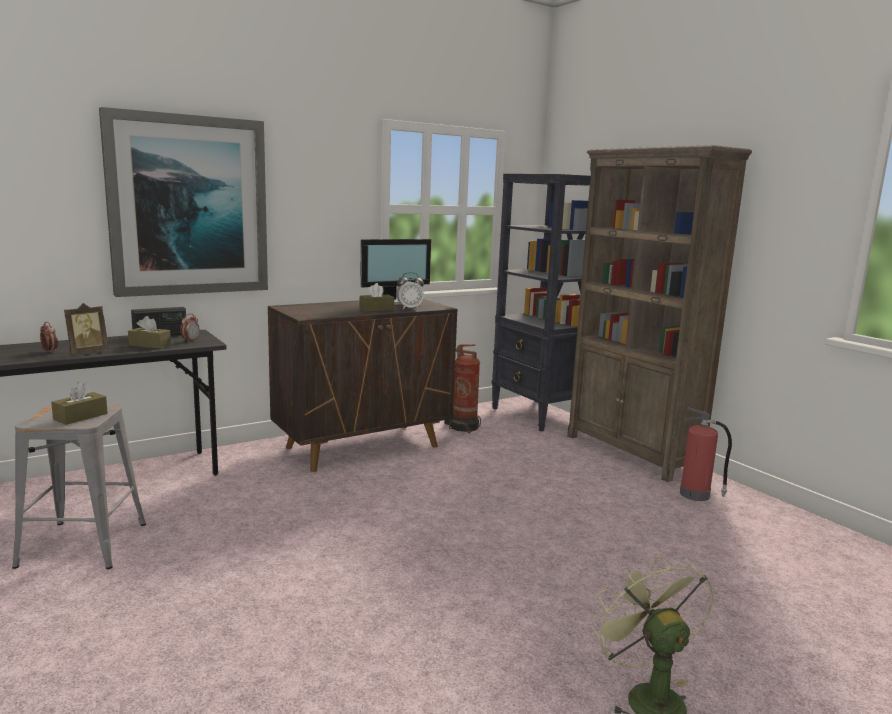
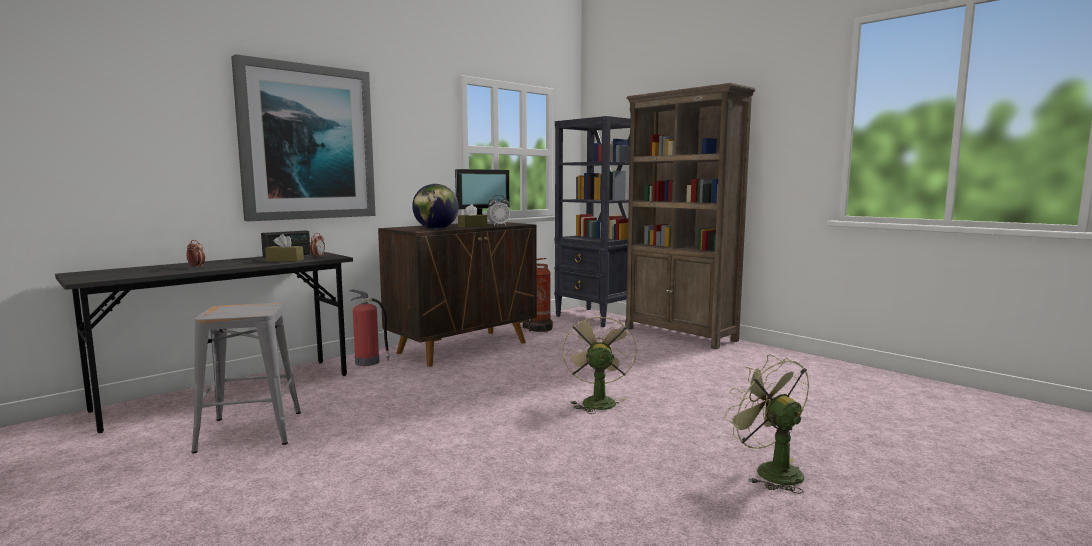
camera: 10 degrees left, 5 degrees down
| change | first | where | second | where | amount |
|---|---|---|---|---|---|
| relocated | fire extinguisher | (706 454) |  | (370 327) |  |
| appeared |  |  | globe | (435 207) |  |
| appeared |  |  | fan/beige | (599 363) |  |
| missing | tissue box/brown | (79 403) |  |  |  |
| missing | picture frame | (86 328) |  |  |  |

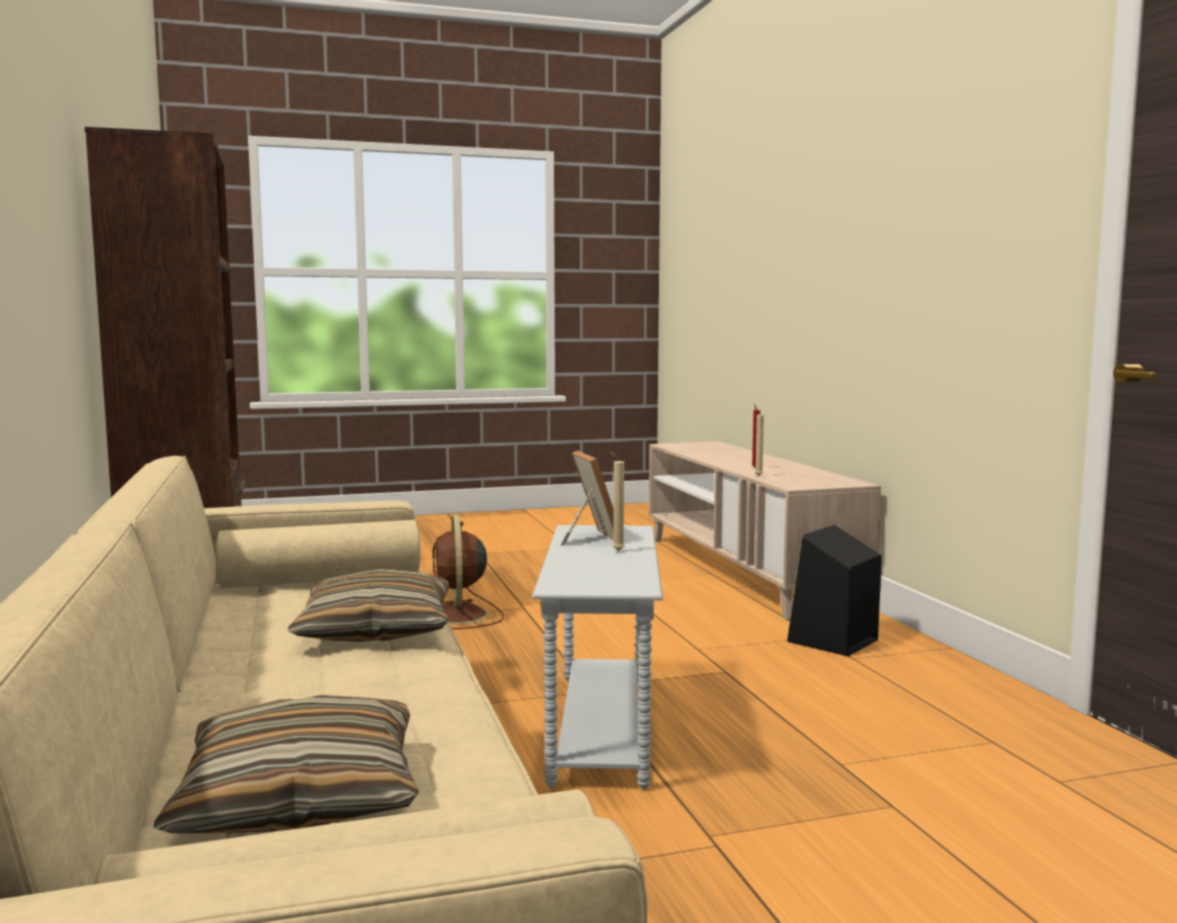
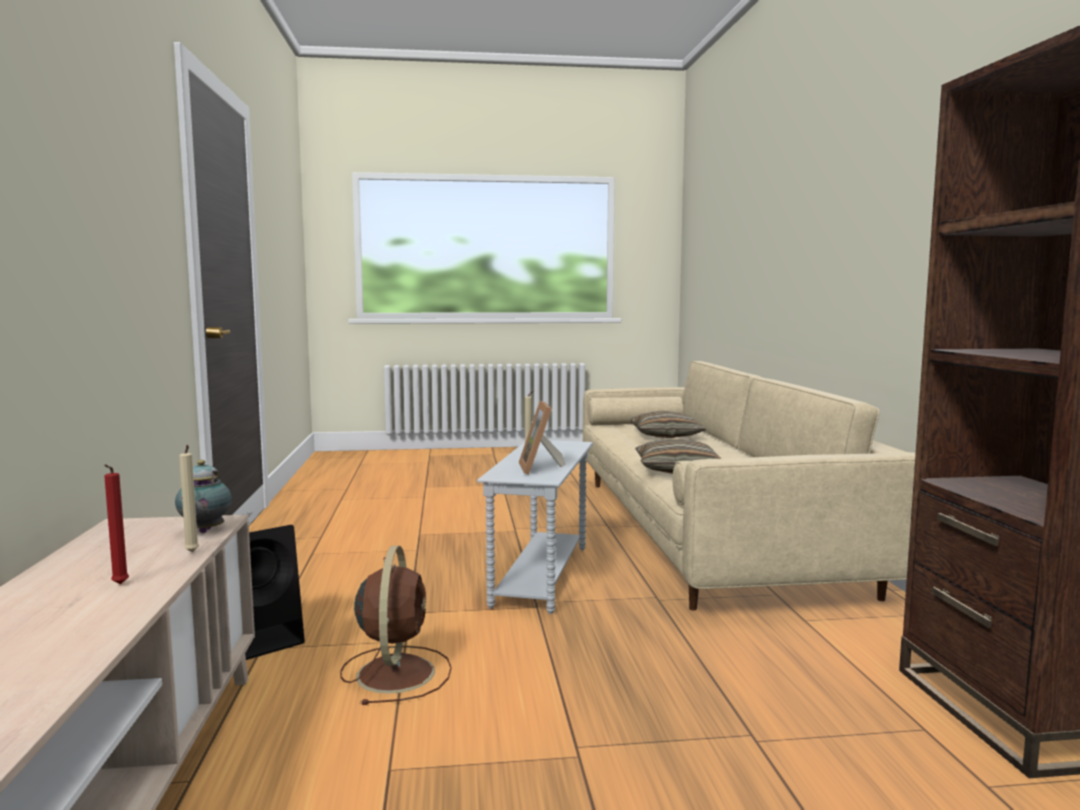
camera: 170 degrees left, 0 degrees up
| change | first | where | second | where | amount |
|---|---|---|---|---|---|
| appeared |  |  | teapot | (203 496) |  |
| relocated | fan/brown | (468 571) |  | (396 625) |  |

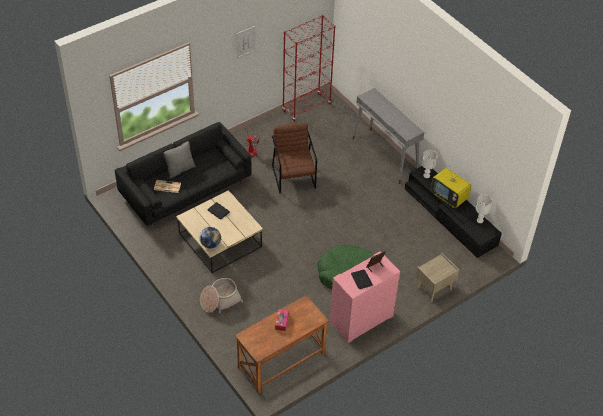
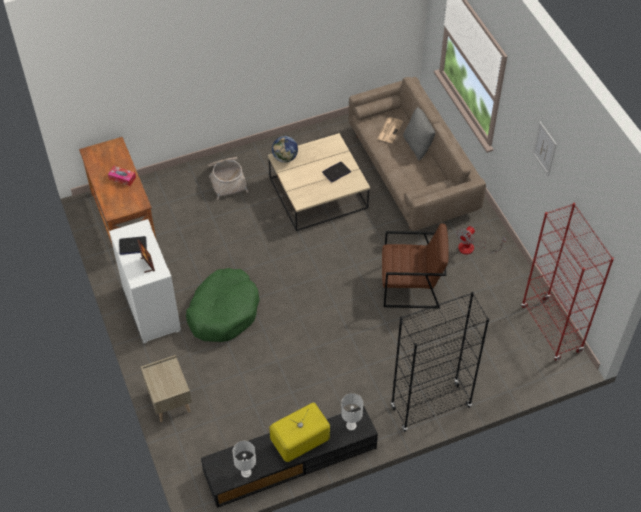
camera: 105 degrees right, 5 degrees up
| change | first | where | second | where | amount |
|---|---|---|---|---|---|
| colour | cabinet/pink | (365 297) | cabinet/white | (145 281) |  |
| colour | sofa/black | (183 174) | sofa/beige | (417 154) |  |
| exchanged | console table/grey | (388 136) | bookcase/black | (440 362) |  |

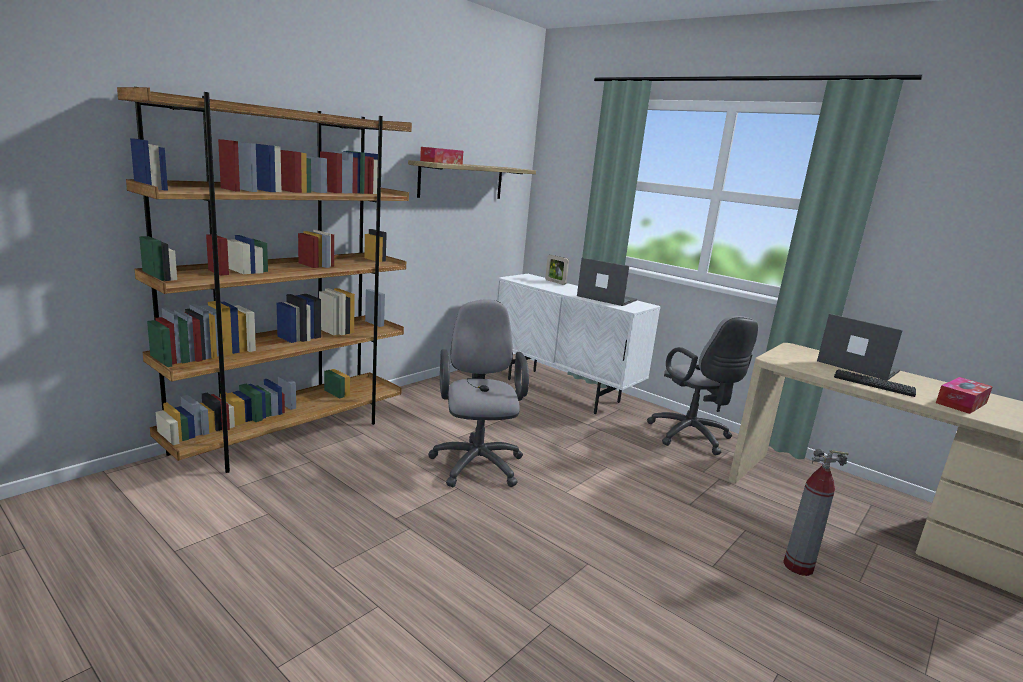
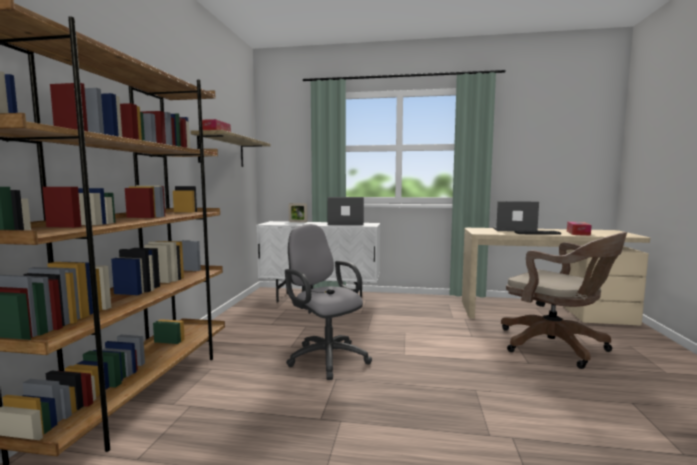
camera: 30 degrees left, 10 degrees down
| change | first | where | second | where | amount |
|---|---|---|---|---|---|
| exchanged | fire extinguisher | (816 512) | office chair/brown | (564 300) |  |
| missing | office chair/grey | (702 385) |  |  |  |

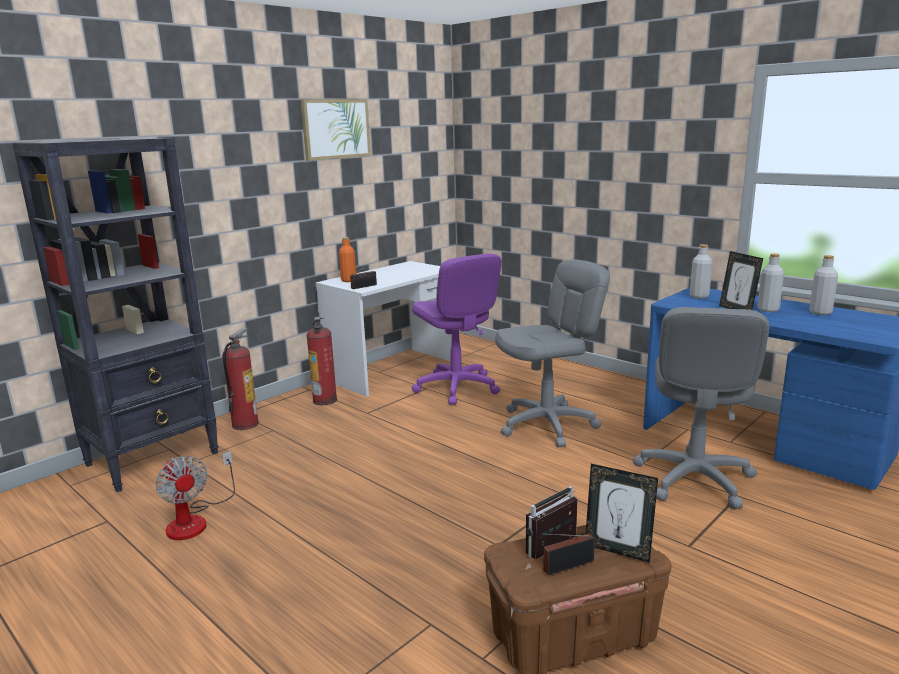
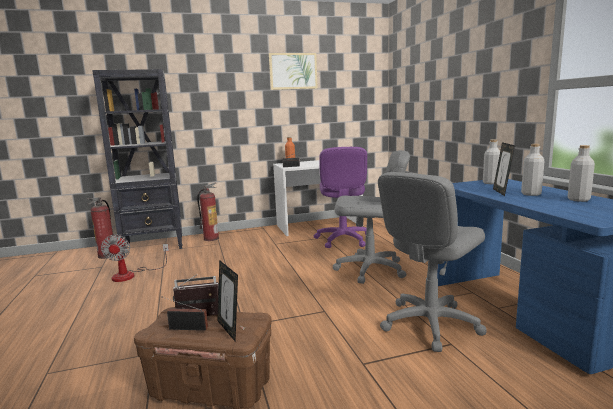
camera: 30 degrees right, 5 degrees down
| change | first | where | second | where | amount |
|---|---|---|---|---|---|
| relocated | fire extinguisher | (322 361) |  | (101 228) |  |

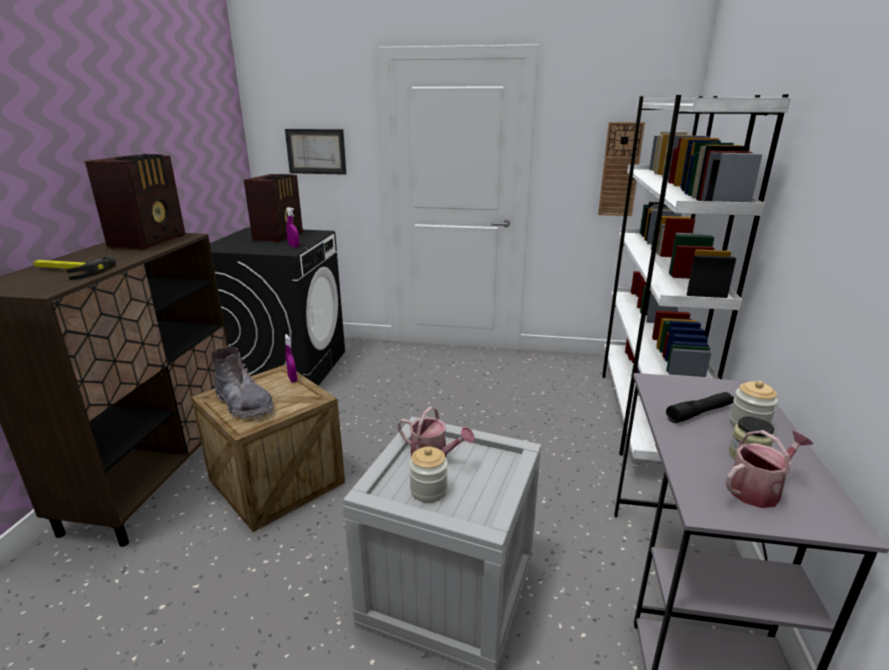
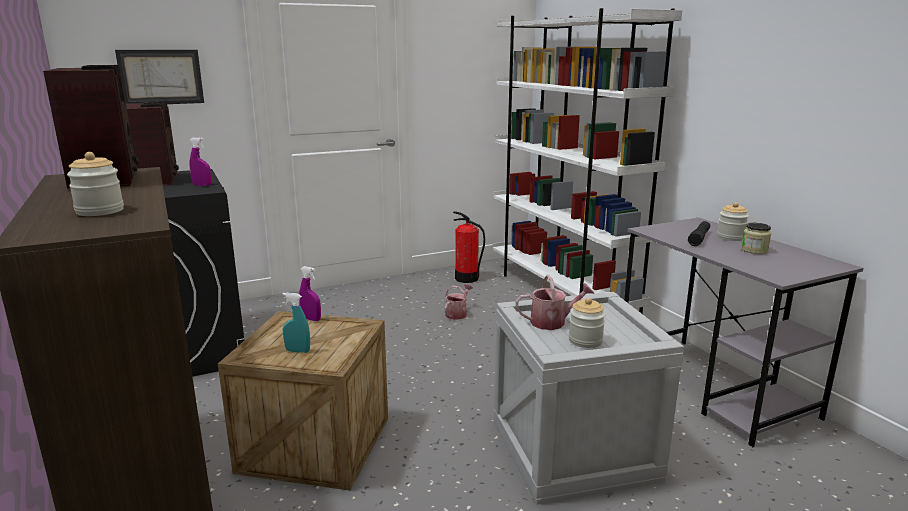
camera: 35 degrees left, 5 degrees down
| change | first | where | second | where | amount |
|---|---|---|---|---|---|
| exchanged | hammer | (74 268) | jar | (95 184) |  |
| exchanged | boot/grey | (242 383) | spray bottle/turquoise | (296 323) |  |
| relocated | watering can | (769 469) |  | (459 302) |  |
| appeared |  |  | fire extinguisher | (469 247) |  |
| missing | wall clock | (621 169) |  |  |  |

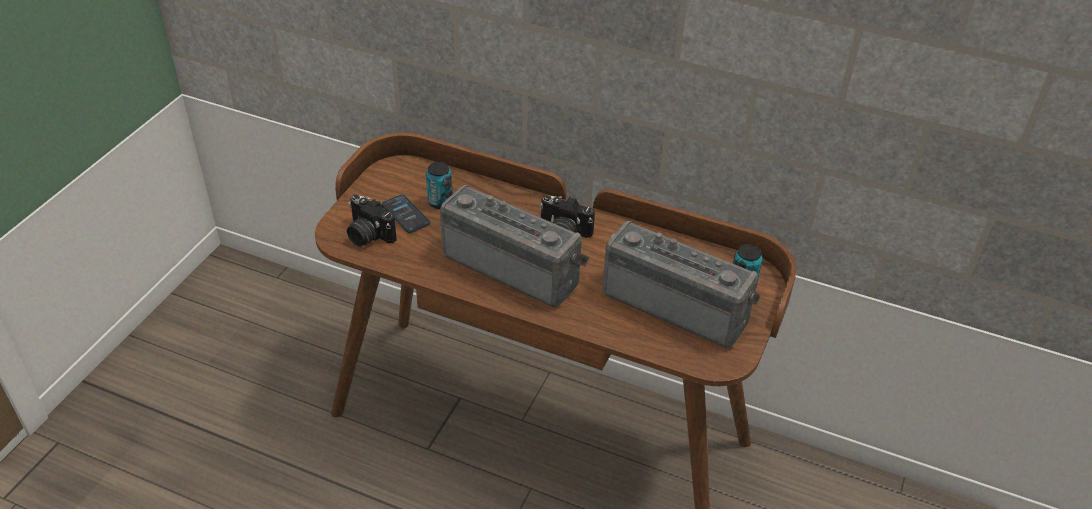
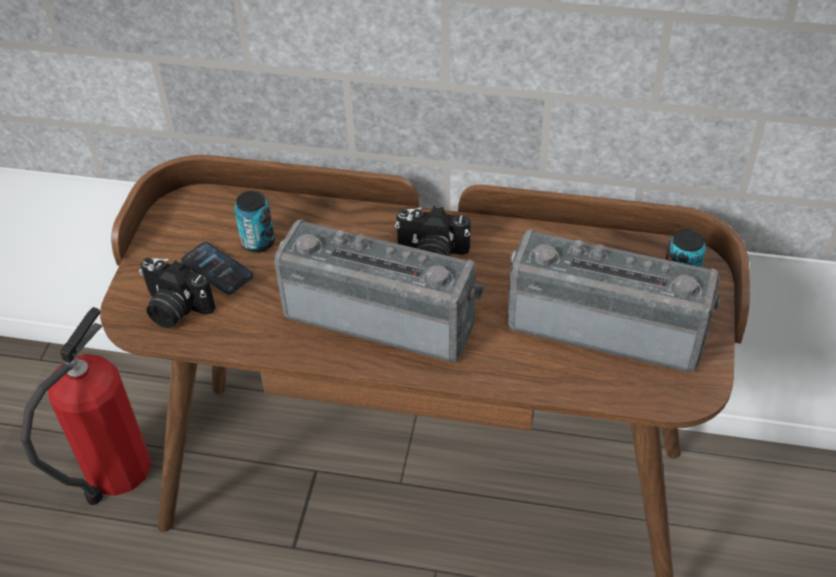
camera: 10 degrees left, 5 degrees up
| change | first | where | second | where | amount |
|---|---|---|---|---|---|
| appeared |  |  | fire extinguisher | (85 406) |  |

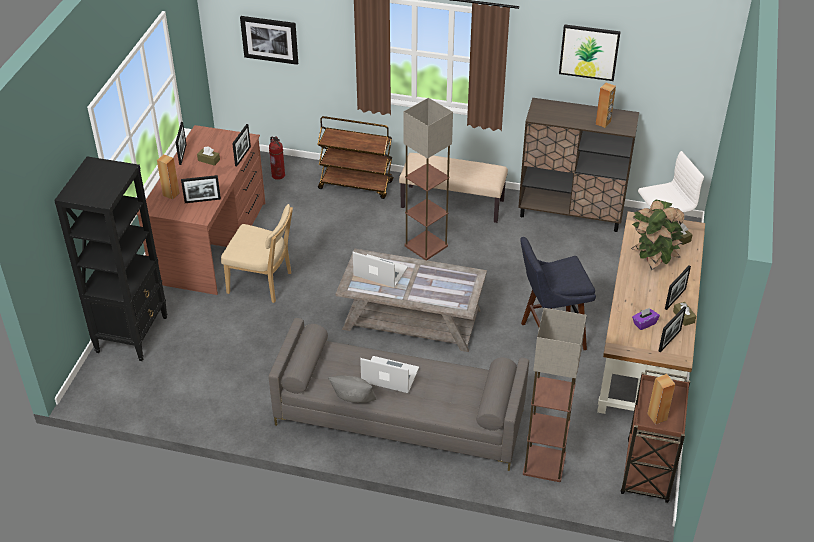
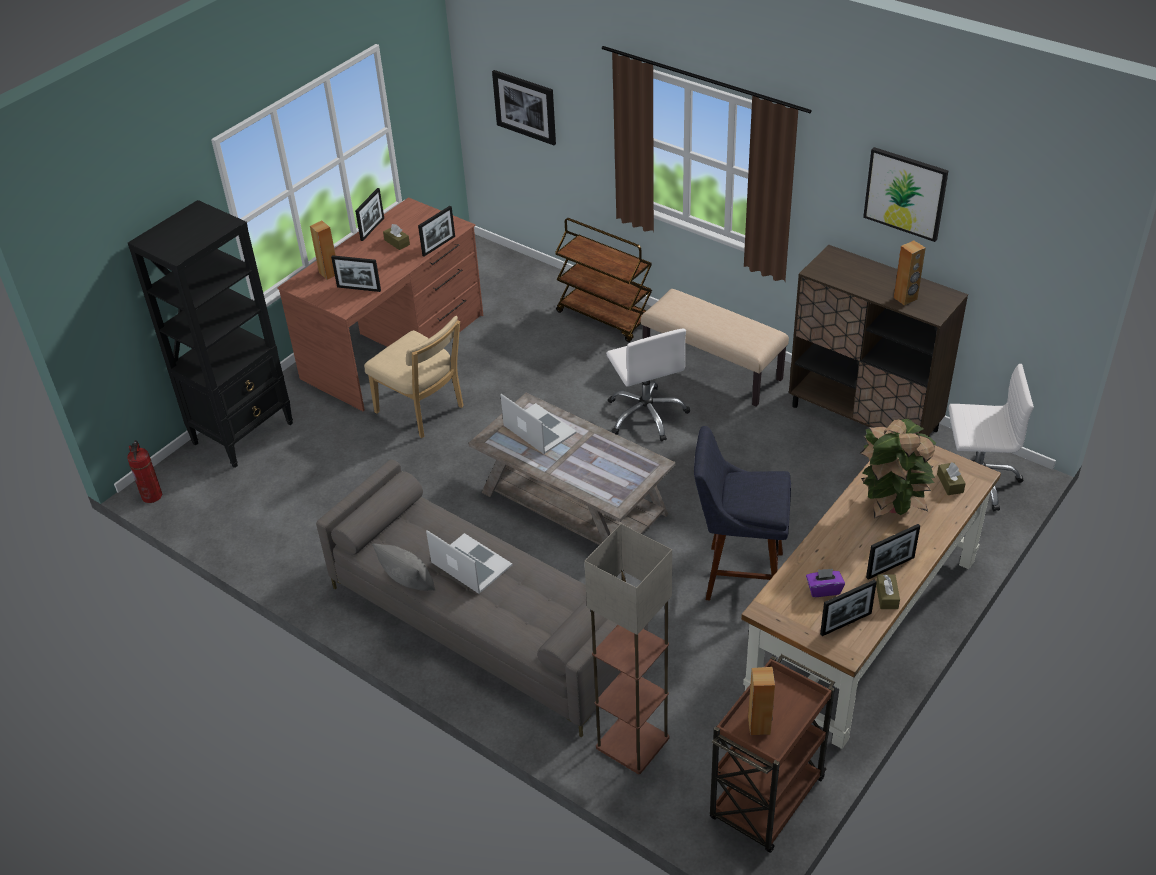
camera: 25 degrees right, 0 degrees up
| change | first | where | second | where | amount |
|---|---|---|---|---|---|
| relocated | fire extinguisher | (277 158) |  | (144 471) |  |
| exchanged | floor lamp | (428 179) | office chair/white | (648 385) |  |

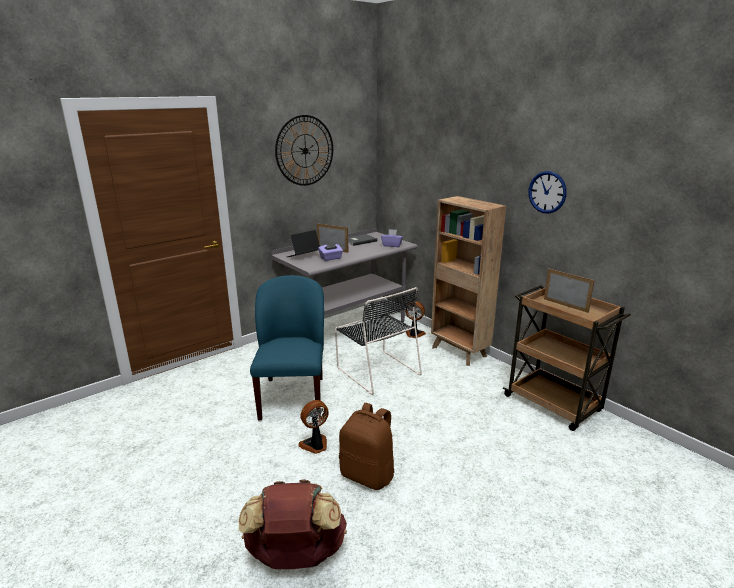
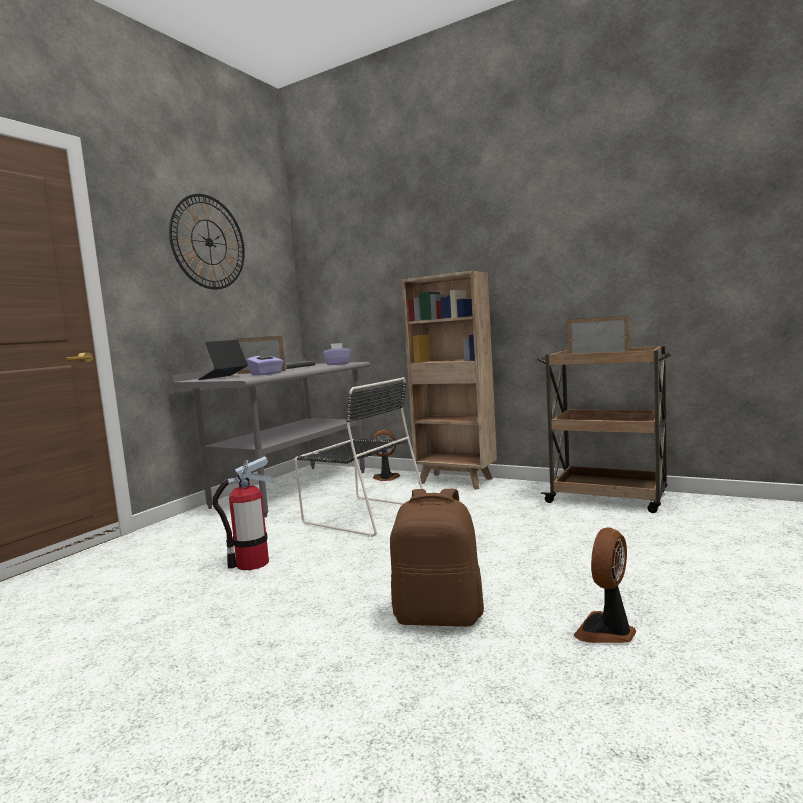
camera: 20 degrees left, 15 degrees down
| change | first | where | second | where | amount |
|---|---|---|---|---|---|
| exchanged | chair/blue | (287 347) | fire extinguisher | (243 513) |  |
| relocated | fan | (313 427) |  | (605 585) |  |
| missing | backpack/brown | (293 524) |  |  |  |
| missing | wall clock | (547 192) |  |  |  |

